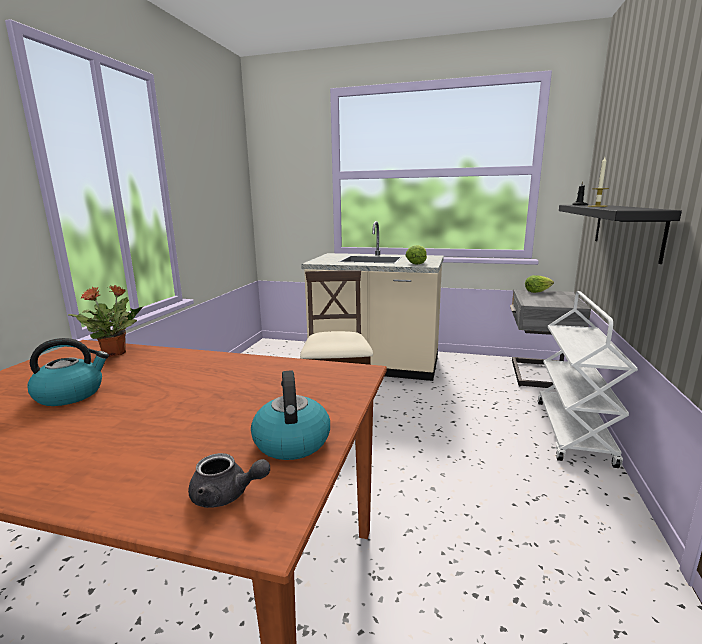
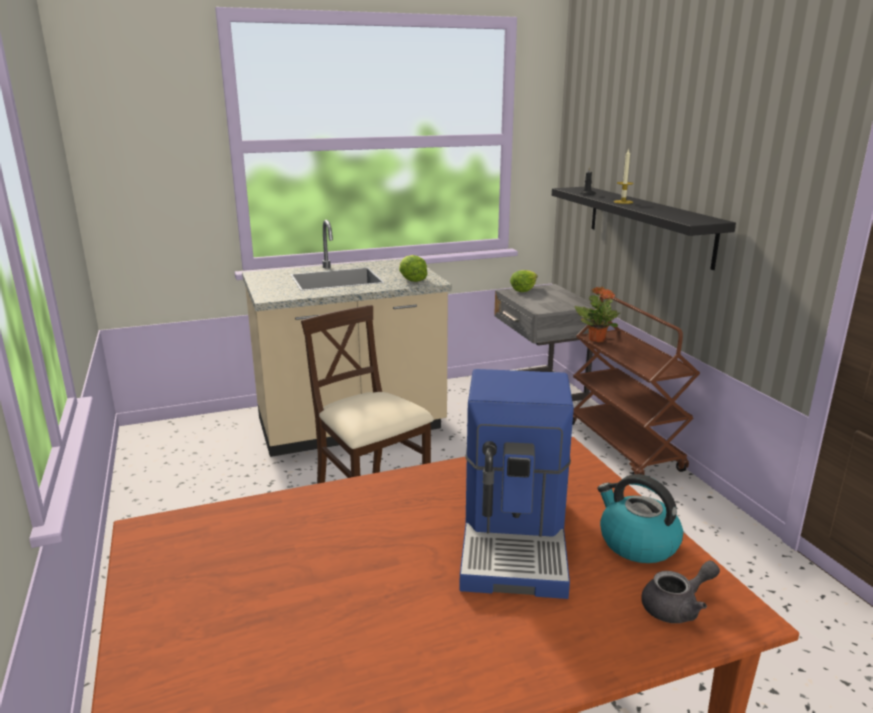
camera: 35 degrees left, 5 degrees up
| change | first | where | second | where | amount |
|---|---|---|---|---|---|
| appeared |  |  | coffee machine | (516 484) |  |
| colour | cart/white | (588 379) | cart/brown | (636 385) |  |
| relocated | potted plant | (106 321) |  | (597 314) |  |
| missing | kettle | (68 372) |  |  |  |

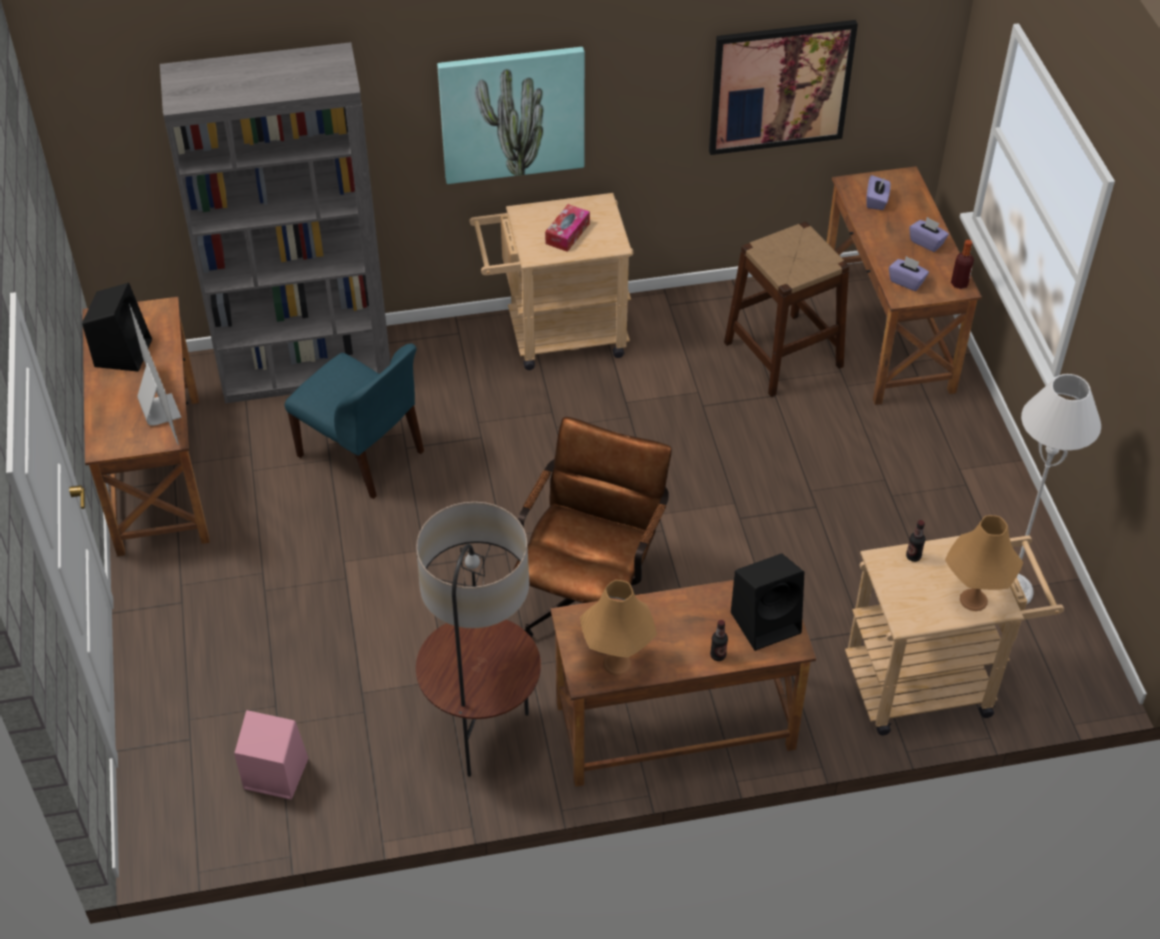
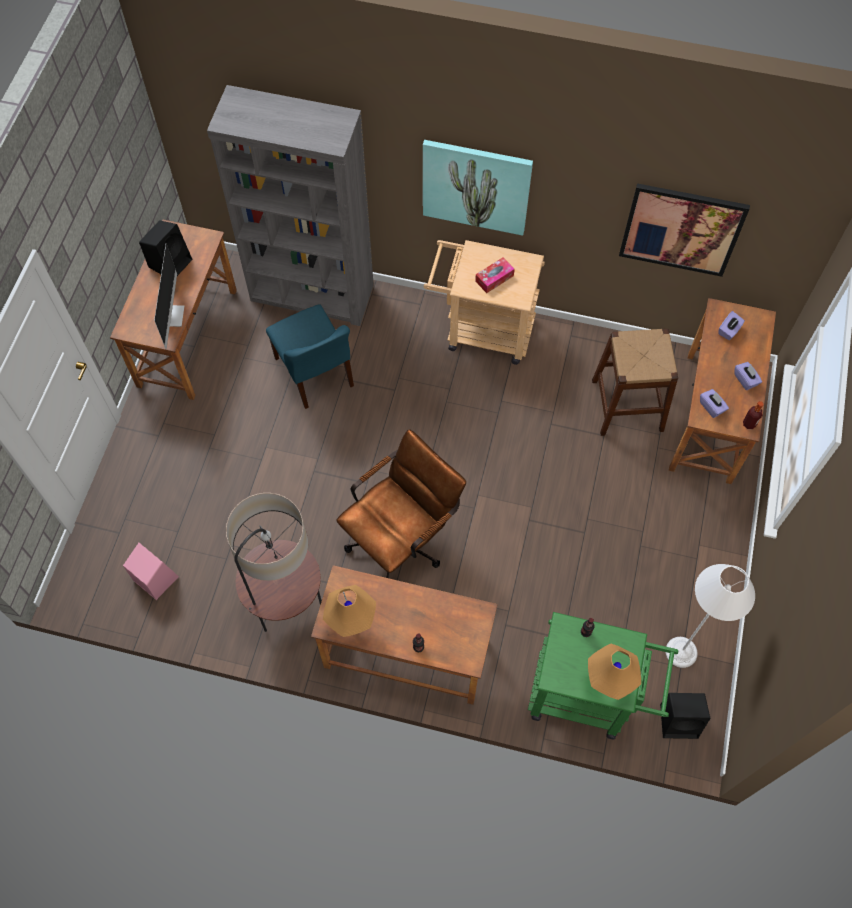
camera: 25 degrees right, 15 degrees up
| change | first | where | second | where | amount |
|---|---|---|---|---|---|
| colour | cart/beige | (954 635) | cart/green | (603 675) |  |
| relocated | speaker/black | (767 602) |  | (685 716) |  |

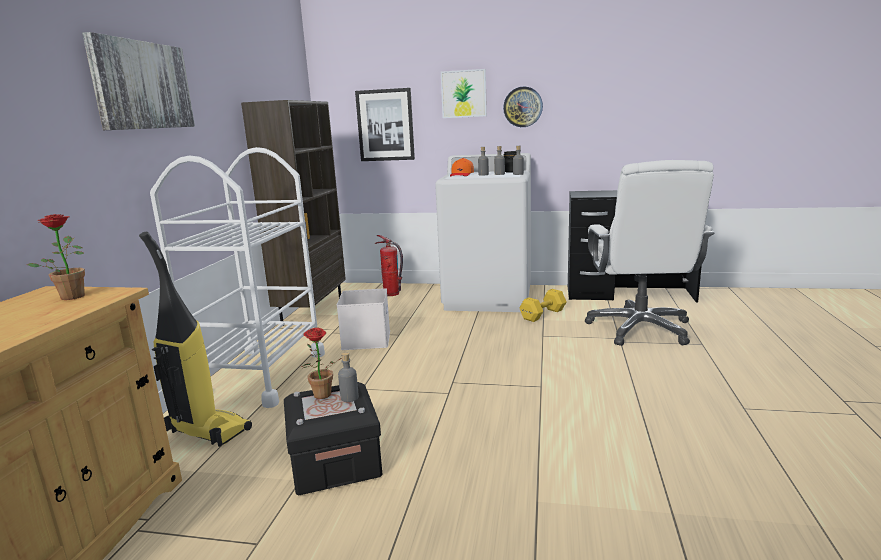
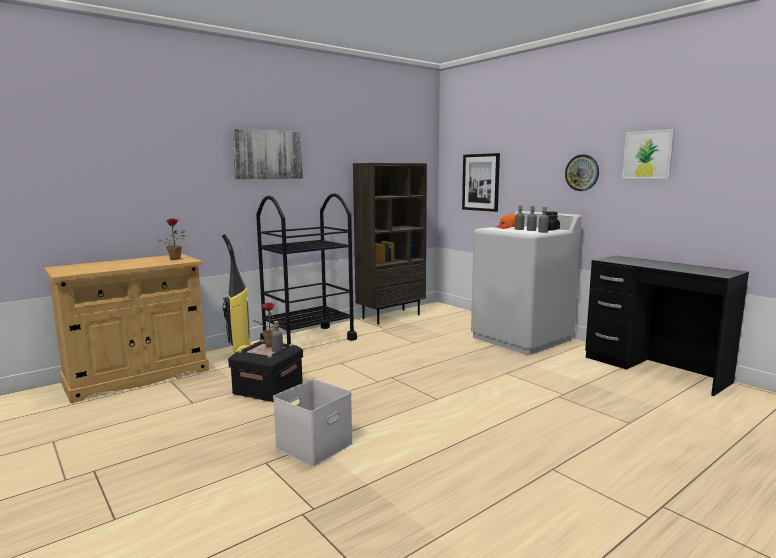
camera: 40 degrees right, 5 degrees down
| change | first | where | second | where | amount |
|---|---|---|---|---|---|
| colour | cart/white | (237 277) | cart/black | (306 268) |  |
| relocated | storage box/white | (363 319) |  | (313 423) |  |
| relocated | picture | (464 93) |  | (648 154) |  |
| missing | fire extinguisher | (389 265) |  |  |  |
| missing | dumbbell/yellow | (543 305) |  |  |  |
| missing | office chair/white | (649 253) |  |  |  |

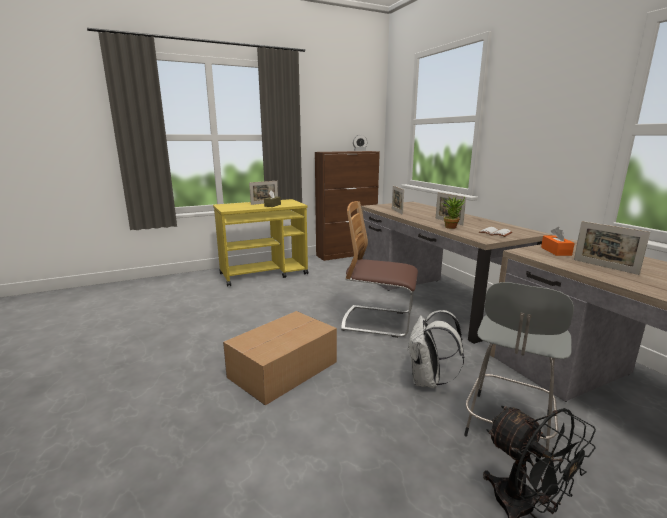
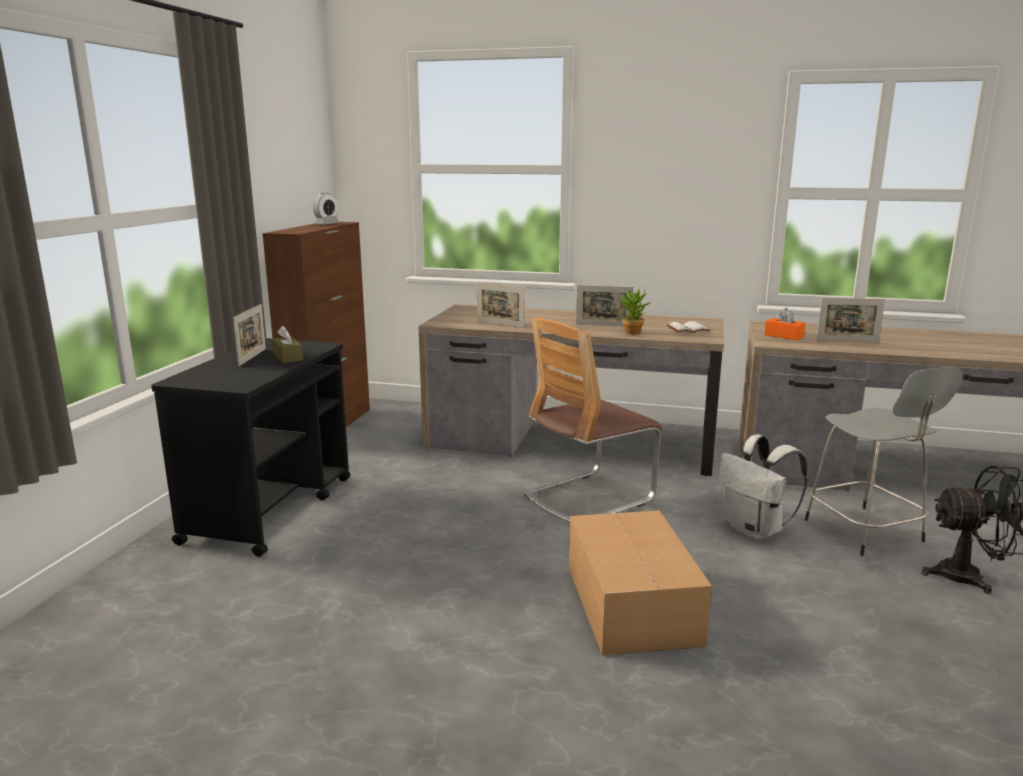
camera: 50 degrees left, 0 degrees up
| change | first | where | second | where | amount |
|---|---|---|---|---|---|
| colour | cart/yellow | (260 243) | cart/black | (251 447) |  |

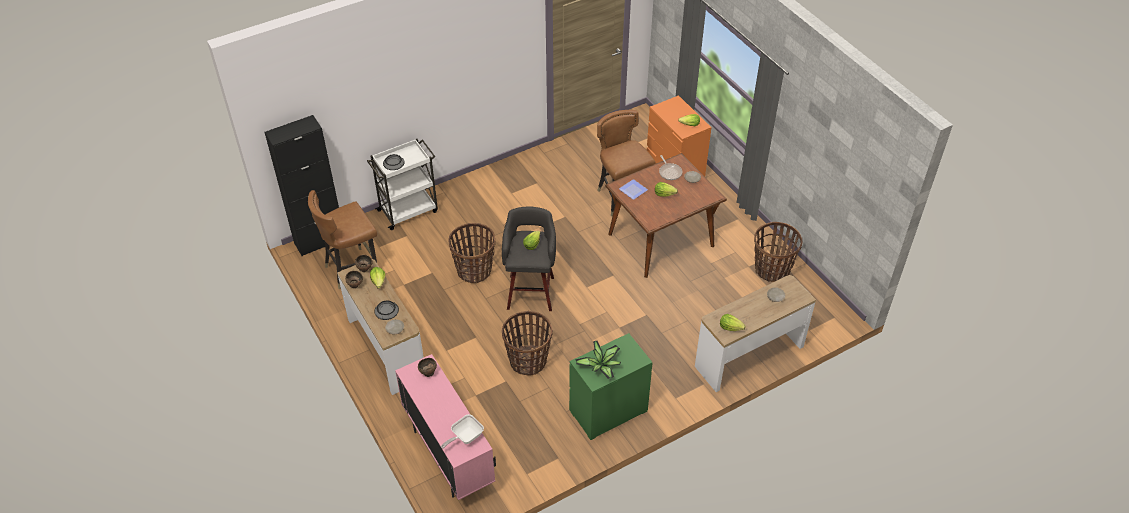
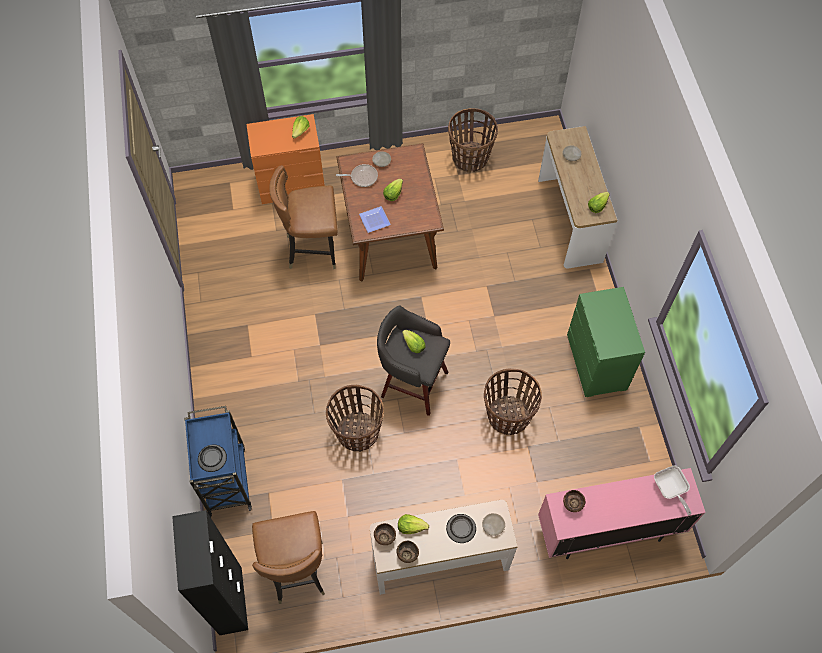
camera: 70 degrees left, 15 degrees up
| change | first | where | second | where | amount |
|---|---|---|---|---|---|
| colour | cart/white | (402 184) | cart/blue | (218 461) |  |
| missing | potted plant | (598 360) |  |  |  |

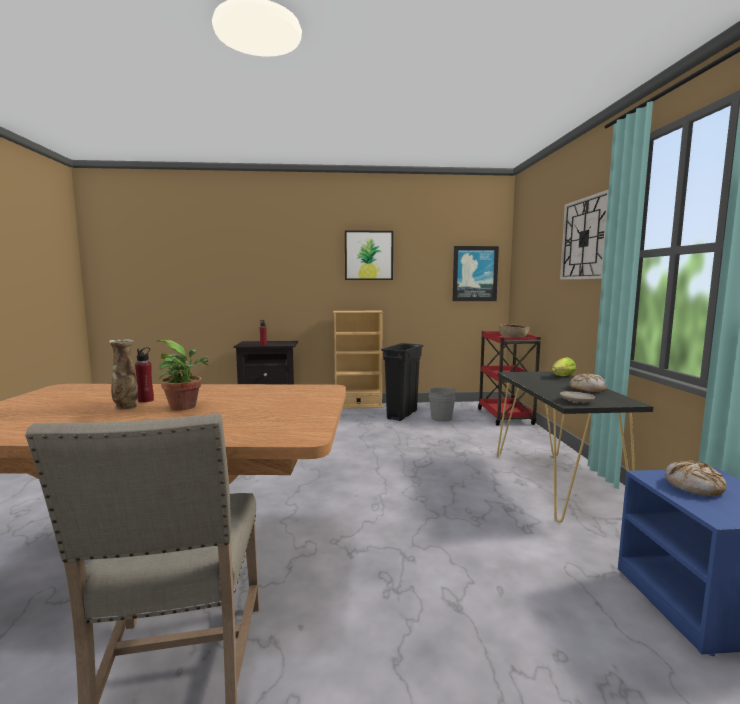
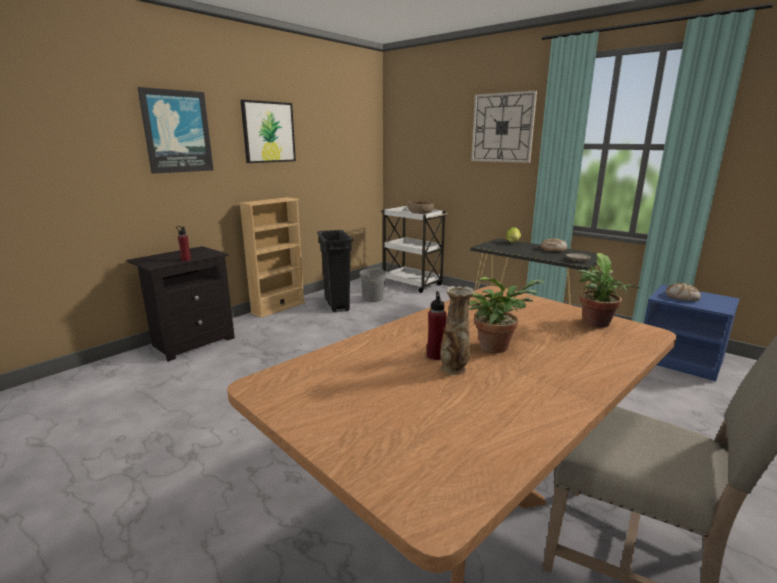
camera: 45 degrees left, 10 degrees up
| change | first | where | second | where | amount |
|---|---|---|---|---|---|
| relocated | picture | (476 273) |  | (175 130) |  |
| colour | cart/red | (509 378) | cart/white | (414 249) |  |
| appeared |  |  | potted plant | (608 290) |  |

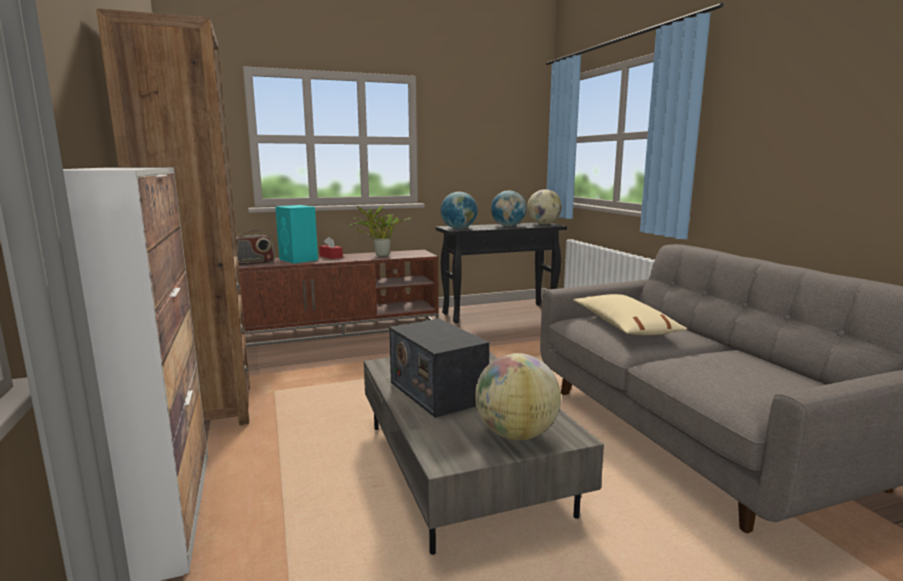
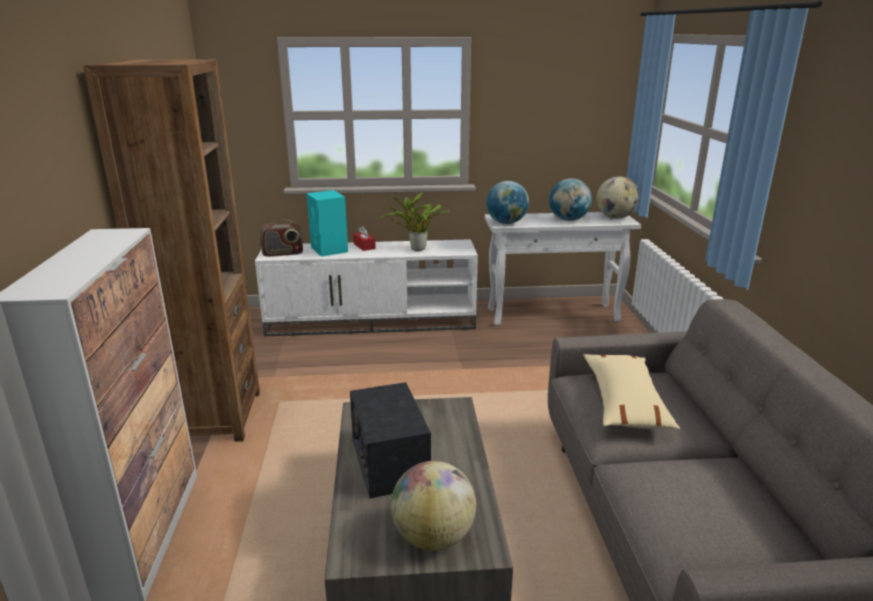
camera: 15 degrees right, 10 degrees up
| change | first | where | second | where | amount |
|---|---|---|---|---|---|
| colour | tv stand/brown | (339 298) | tv stand/white | (366 287) |  |
| colour | console table/black | (501 272) | console table/white | (563 269) |  |

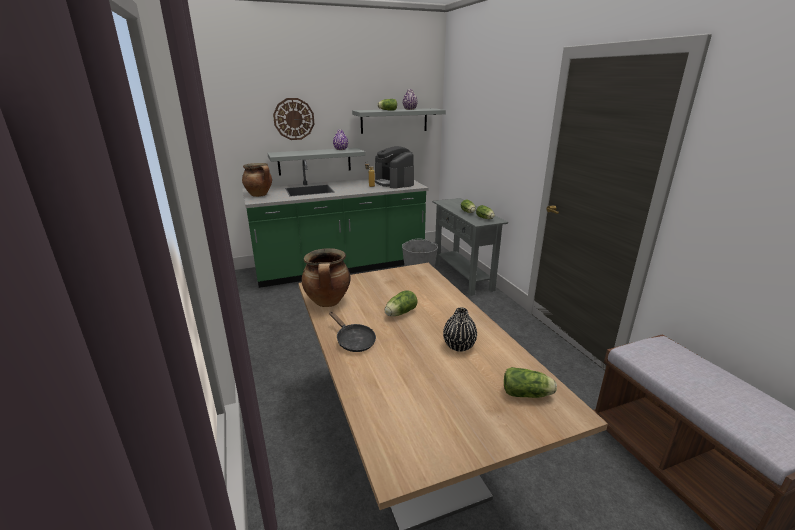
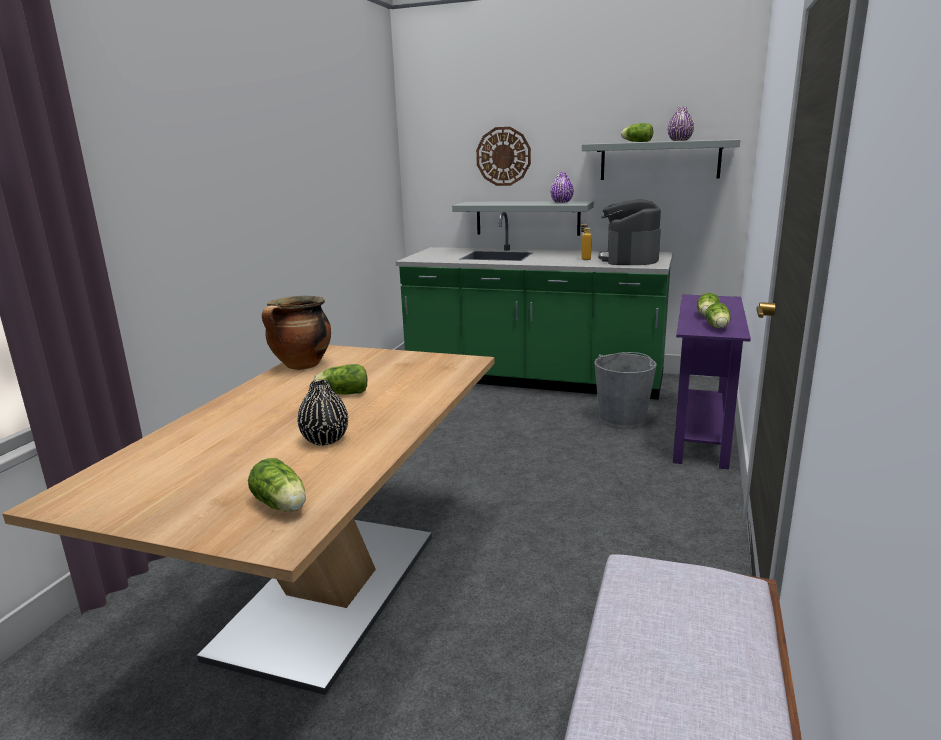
camera: 40 degrees right, 5 degrees down
| change | first | where | second | where | amount |
|---|---|---|---|---|---|
| colour | console table/grey | (470 247) | console table/purple | (712 382) |  |
| missing | cooking pot | (257 180) |  |  |  |
| missing | frying pan/black | (352 331) |  |  |  |

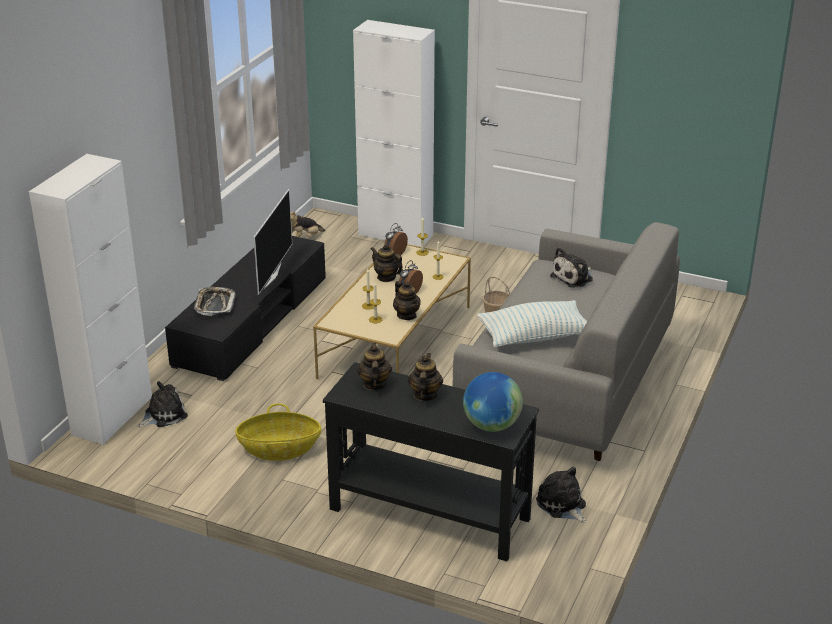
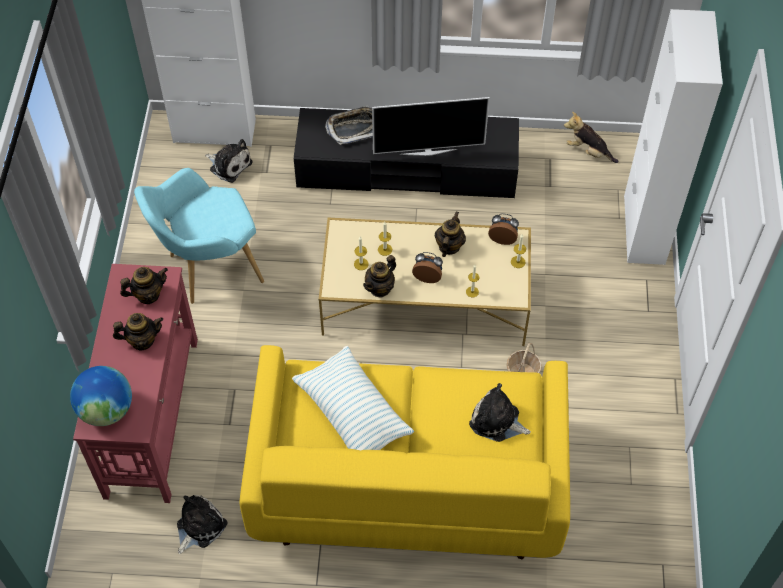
camera: 70 degrees right, 25 degrees up
| change | first | where | second | where | amount |
|---|---|---|---|---|---|
| colour | console table/black | (431 461) | console table/red | (135 383) |  |
| exchanged | basket | (278 432) | armchair/turquoise | (199 236) |  |
| colour | sofa/grey | (566 341) | sofa/yellow | (405 452) |  |

